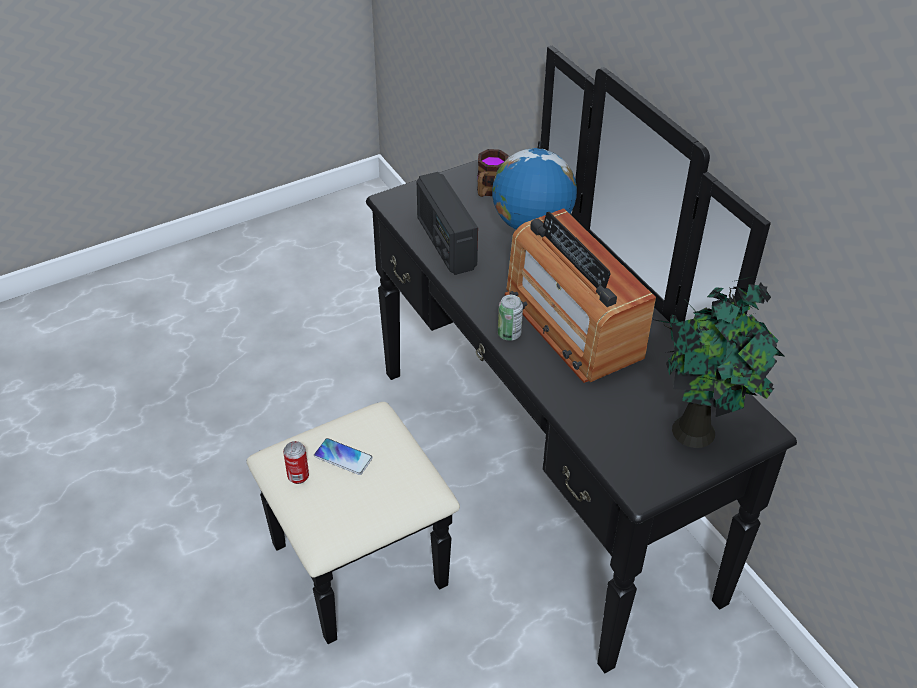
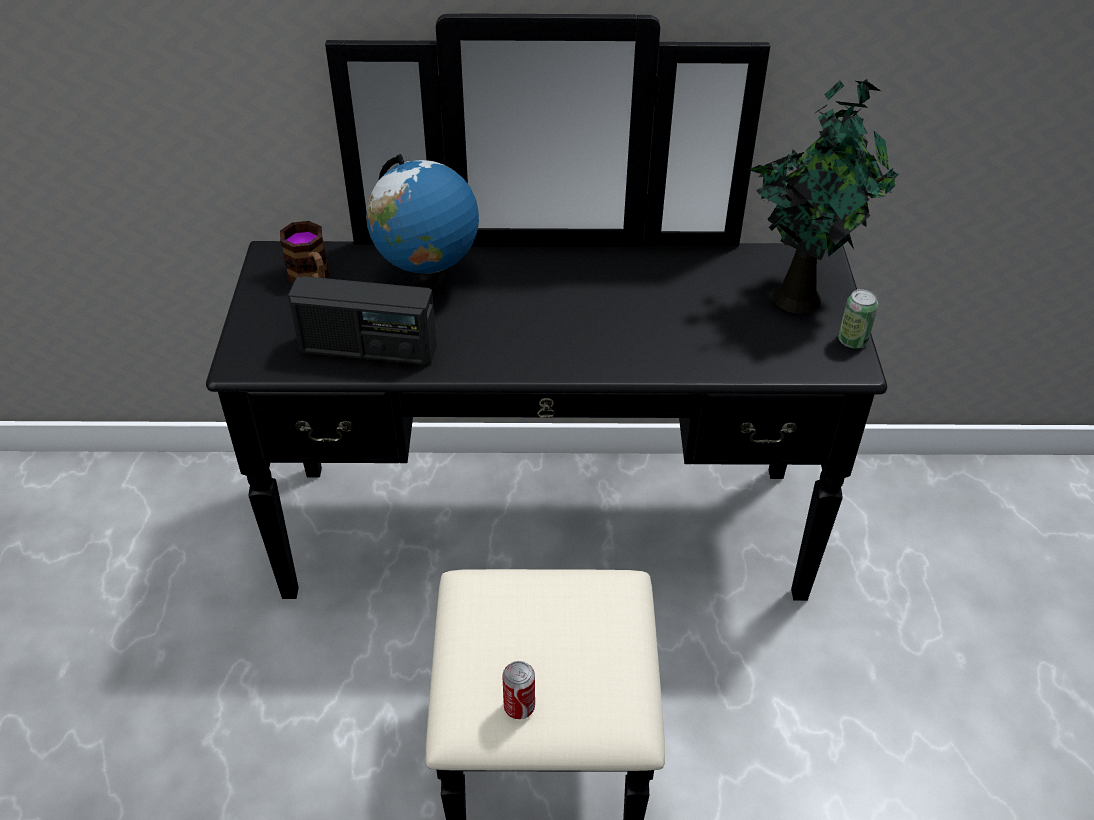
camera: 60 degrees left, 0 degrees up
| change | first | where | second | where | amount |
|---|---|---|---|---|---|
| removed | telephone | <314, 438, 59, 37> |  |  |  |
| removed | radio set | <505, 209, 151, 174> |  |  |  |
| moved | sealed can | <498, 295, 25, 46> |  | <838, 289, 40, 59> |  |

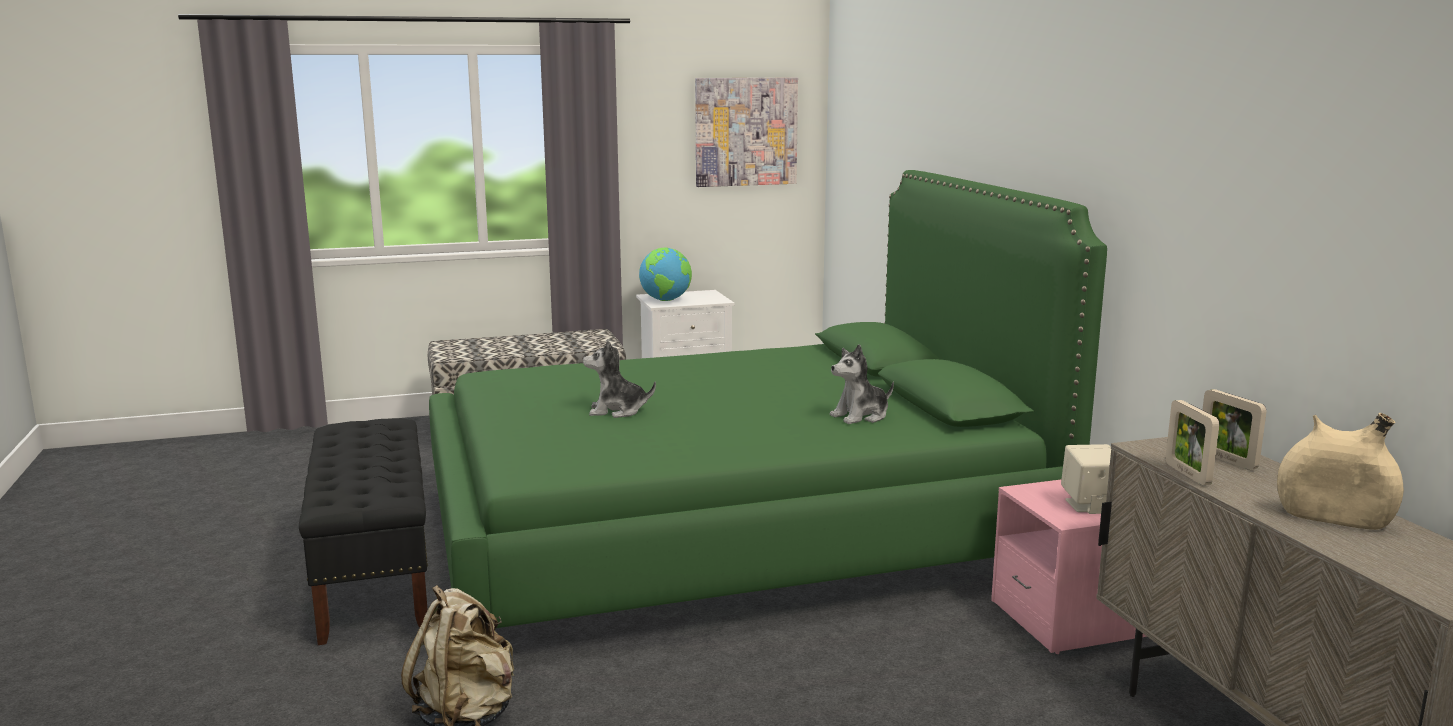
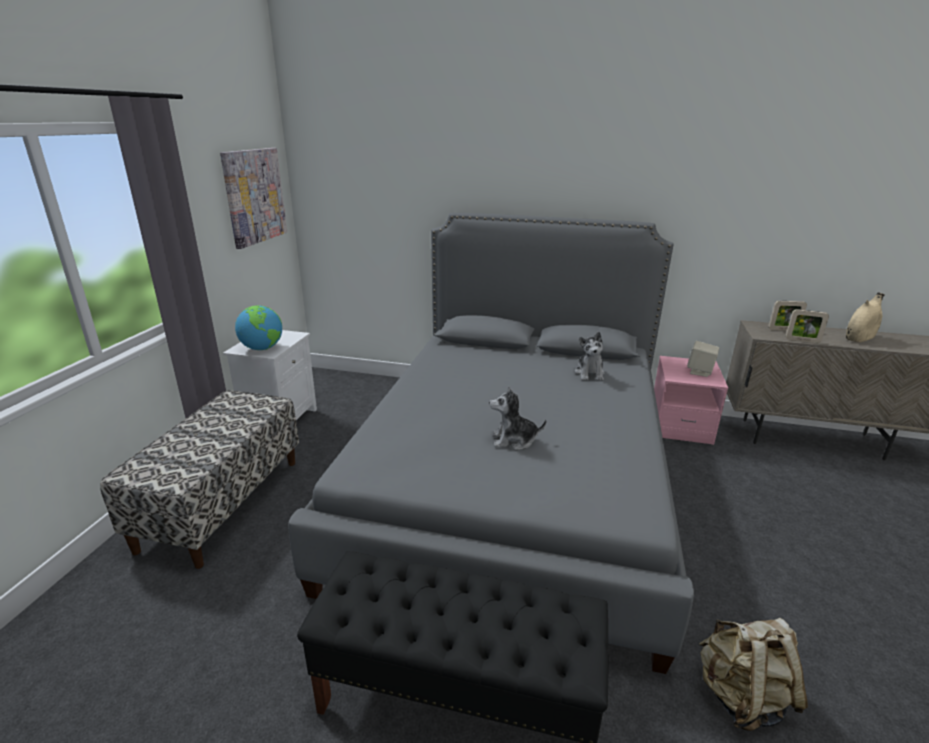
camera: 60 degrees left, 10 degrees up
| change | first | where | second | where | amount |
|---|---|---|---|---|---|
| recoloured | green bed | <429, 170, 678, 458> | greyish bed | <288, 213, 406, 461> |  |
| turned | soft toy | <583, 339, 73, 79> |  | <489, 386, 57, 65> | 60 degrees clockwise |

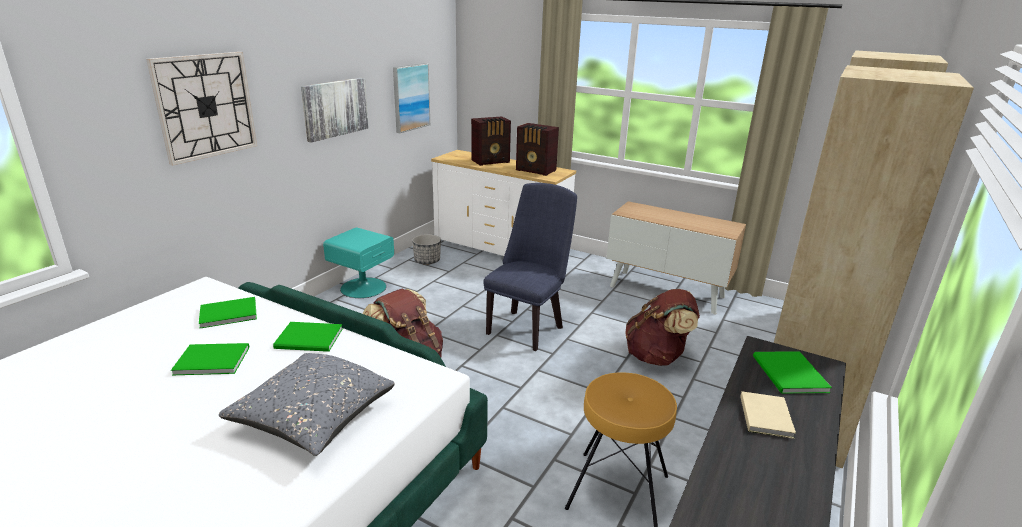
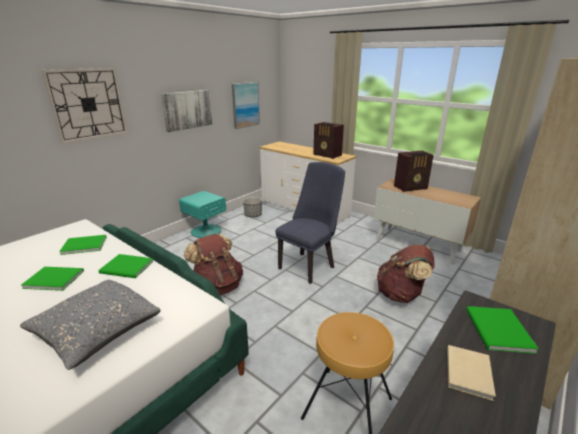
camera: 10 degrees right, 0 degrees up
| change | first | where | second | where | amount |
|---|---|---|---|---|---|
| moved | radio set | <471, 117, 40, 49> |  | <394, 151, 40, 41> |  |

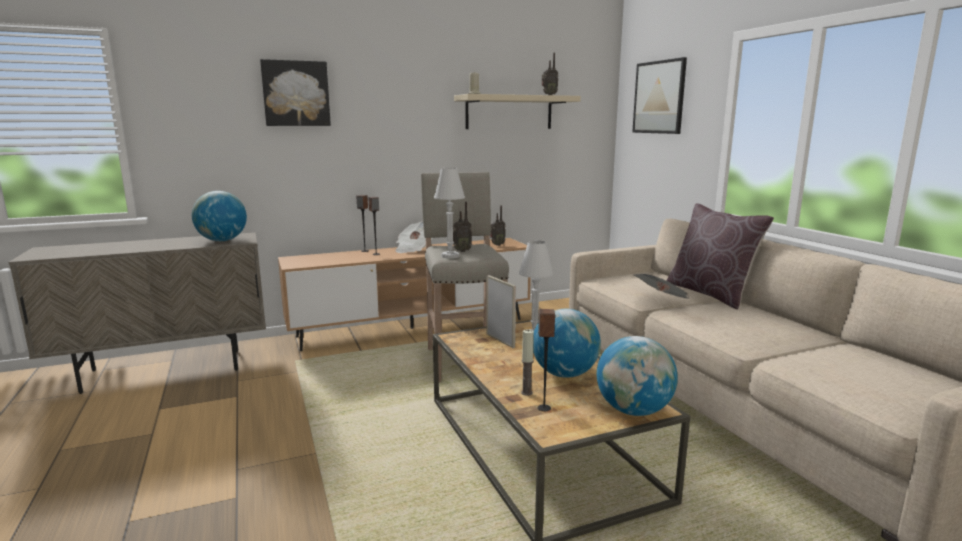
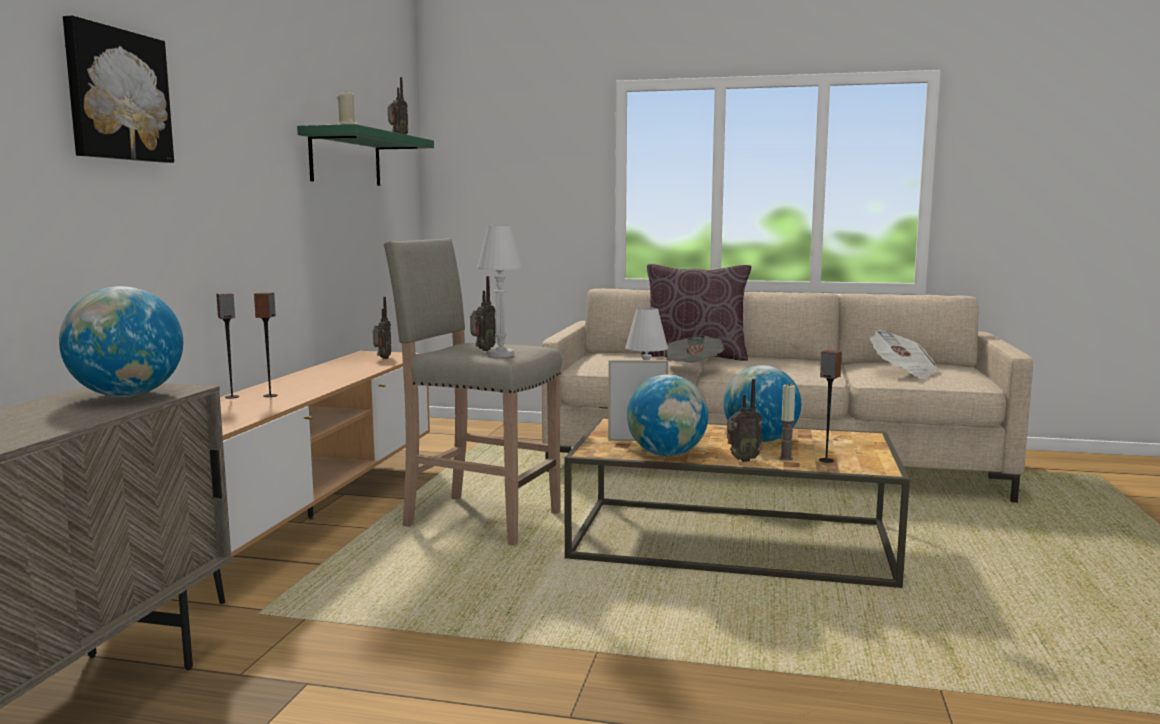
camera: 55 degrees left, 5 degrees down
| change | first | where | second | where | amount |
|---|---|---|---|---|---|
| removed | picture | <632, 57, 55, 77> |  |  |  |
| added |  |  | radio set | <727, 379, 35, 83> |  |
| moved | printed paper | <395, 221, 37, 32> |  | <870, 330, 70, 49> |  |
| moved | desk globe | <597, 336, 81, 80> |  | <627, 374, 81, 82> |  |
| recoloured | beige-coloured bracket shelf | <454, 94, 127, 35> | green bracket shelf | <297, 124, 137, 62> |  |

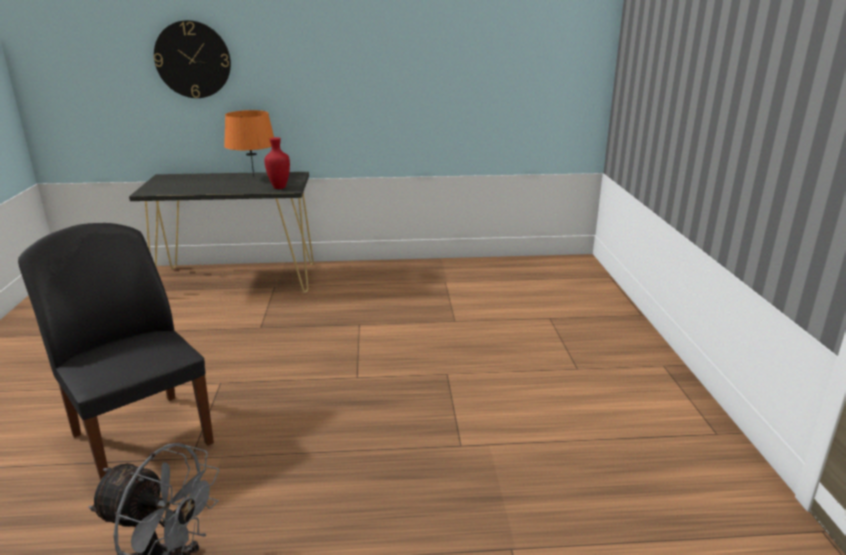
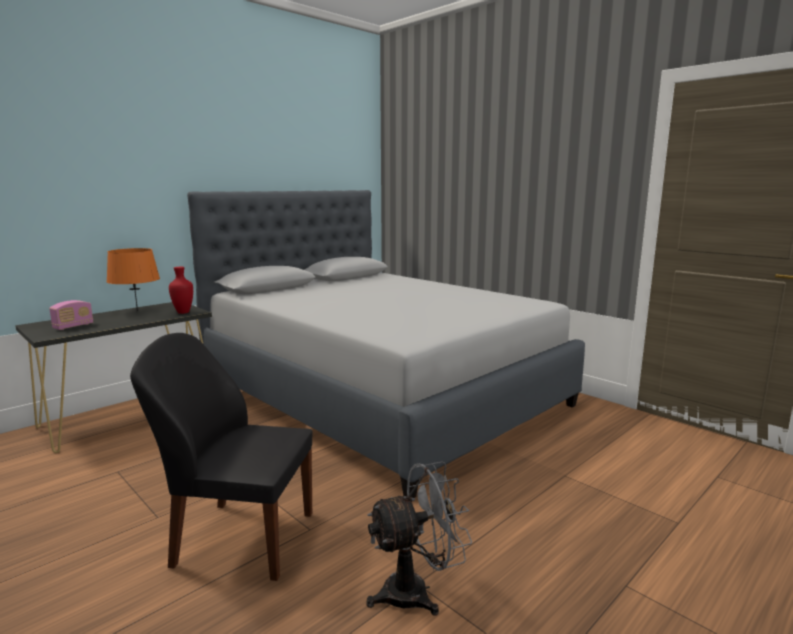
camera: 40 degrees left, 10 degrees down
| change | first | where | second | where | amount |
|---|---|---|---|---|---|
| removed | wall clock | <154, 20, 77, 78> |  |  |  |
| added |  |  | radio set | <49, 300, 44, 30> |  |
| added |  |  | greyish bed | <187, 190, 398, 308> |  |

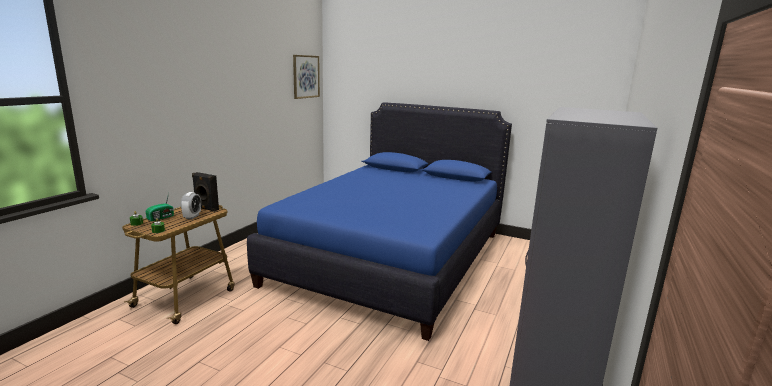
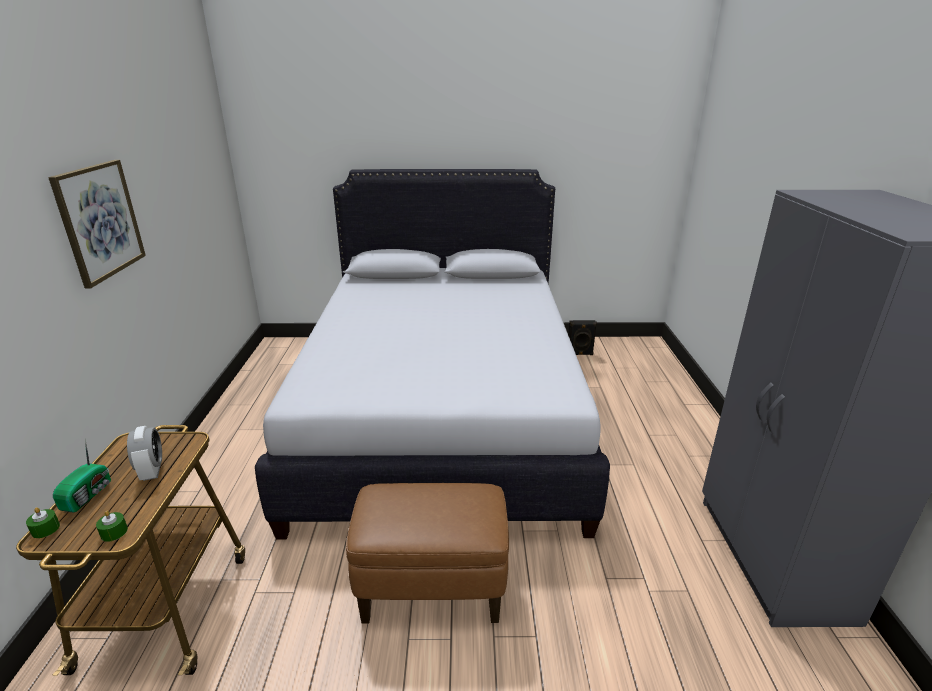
camera: 25 degrees left, 10 degrees up
| change | first | where | second | where | amount |
|---|---|---|---|---|---|
| added |  |  | brown-coloured pouffe | <346, 483, 163, 140> |  |
| moved | blackish audio speaker | <192, 172, 27, 40> |  | <568, 320, 29, 35> |  |
| moved | picture | <293, 55, 27, 44> |  | <48, 160, 98, 128> |  |
| recoloured | blue bed | <247, 102, 265, 239> | white-coloured bed | <255, 169, 355, 370> |  |

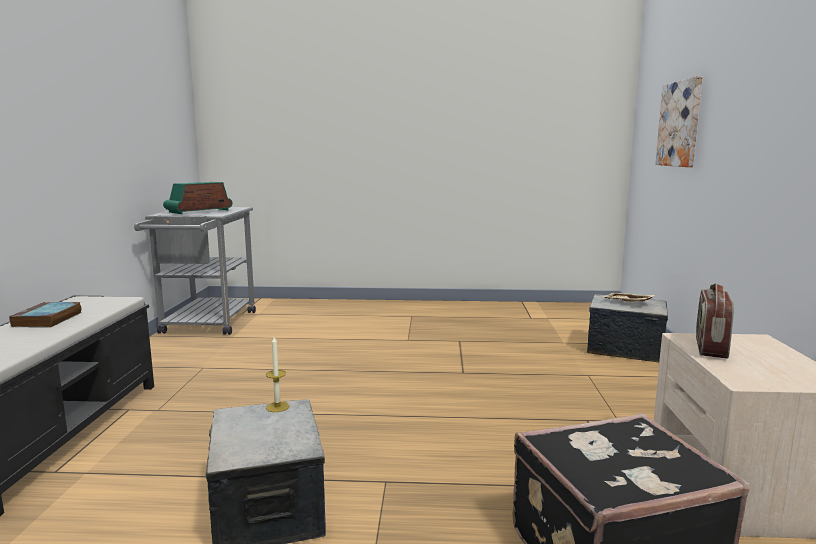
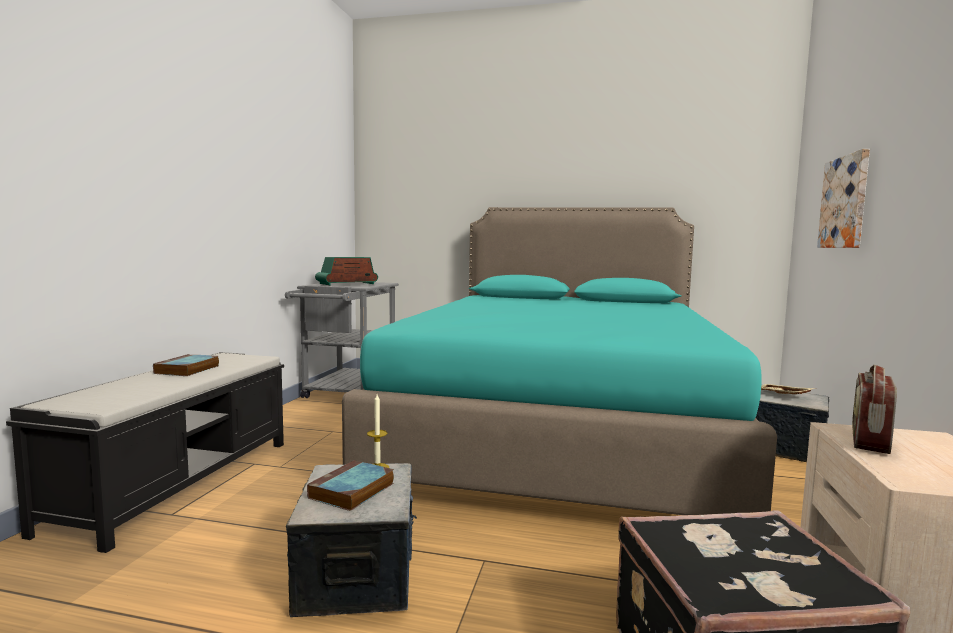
camera: 10 degrees right, 5 degrees down
| change | first | where | second | where | amount |
|---|---|---|---|---|---|
| added |  |  | book | <307, 460, 87, 51> |  |
| added |  |  | blue-green bed | <342, 207, 435, 308> |  |

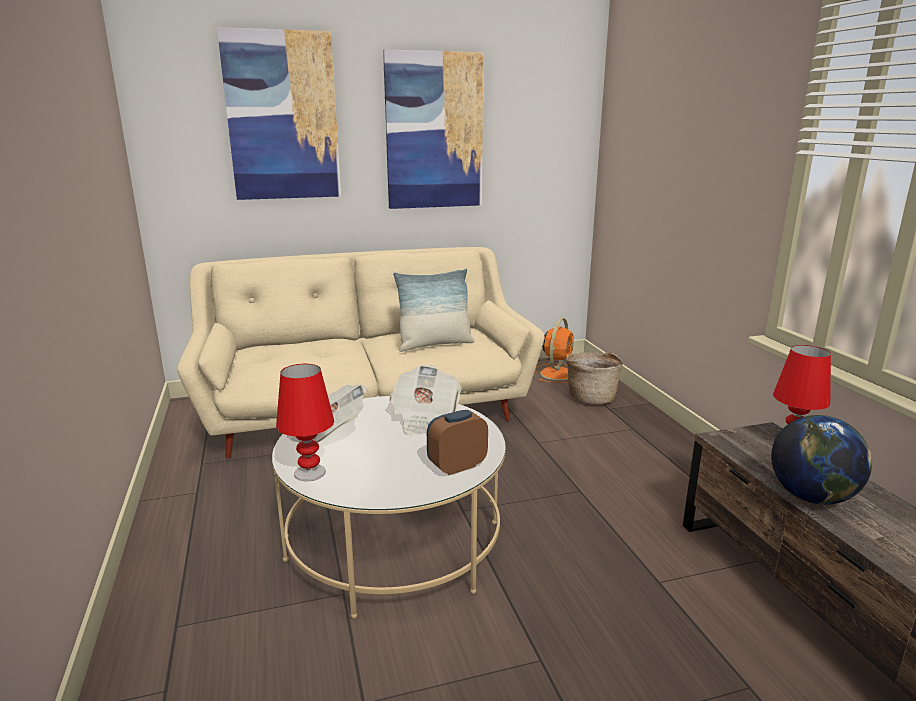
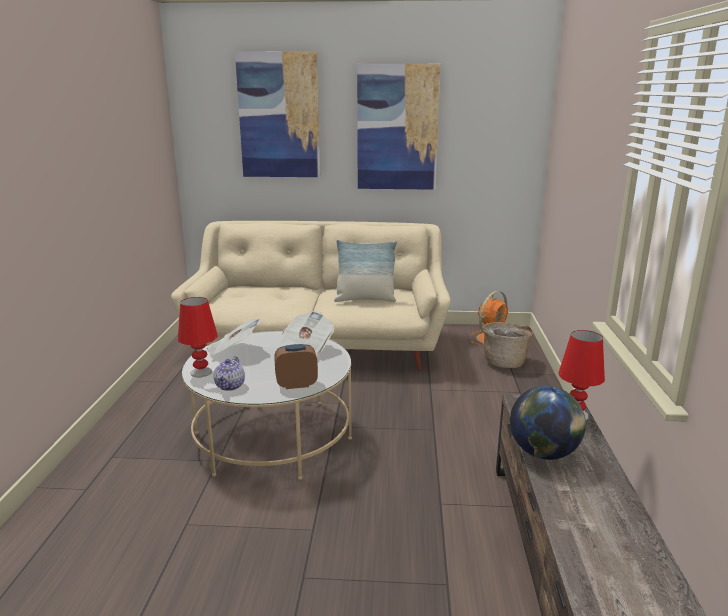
camera: 20 degrees right, 0 degrees up
| change | first | where | second | where | amount |
|---|---|---|---|---|---|
| added |  |  | teapot | <214, 356, 31, 35> |  |

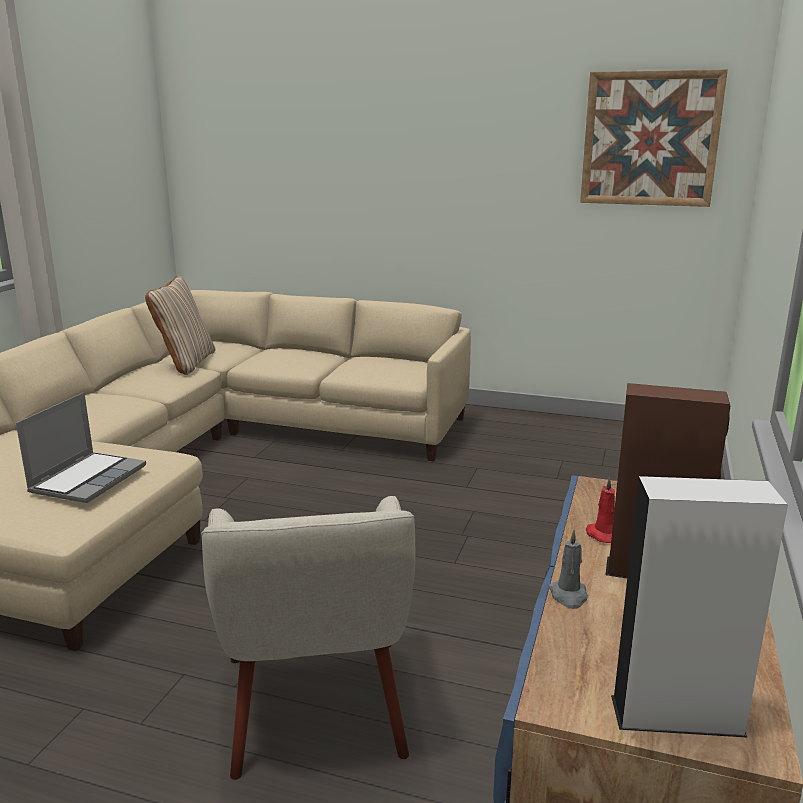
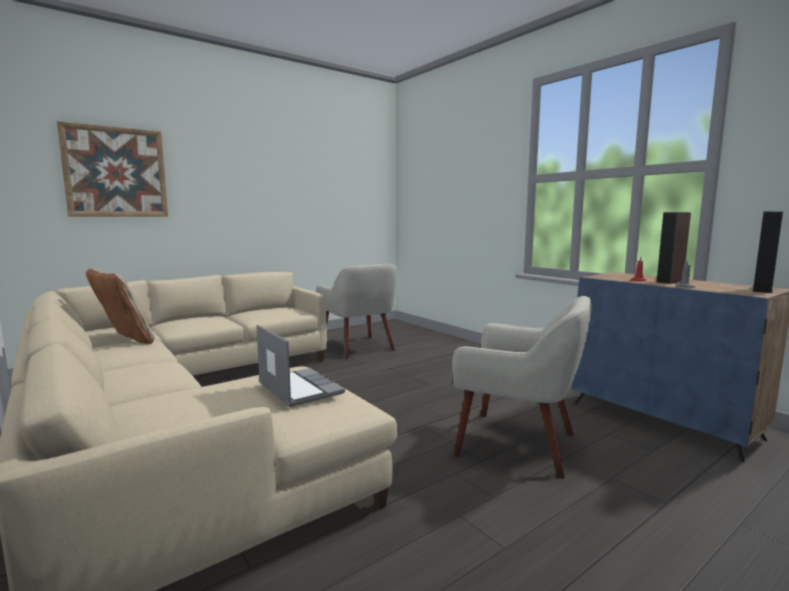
camera: 55 degrees left, 10 degrees down
| change | first | where | second | where | amount |
|---|---|---|---|---|---|
| added |  |  | beige-coloured armchair | <316, 264, 81, 95> |  |
| moved | picture | <580, 69, 148, 138> |  | <57, 121, 111, 96> |  |

